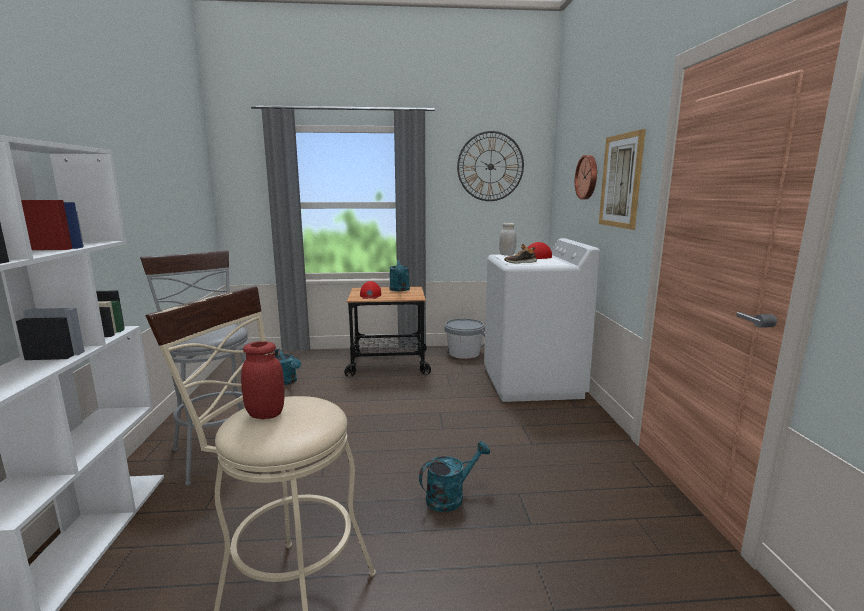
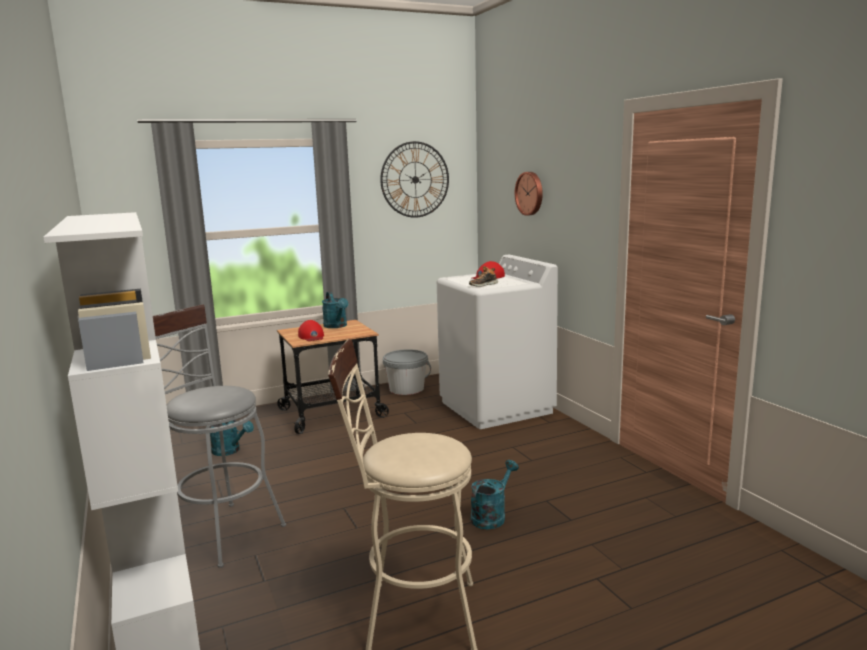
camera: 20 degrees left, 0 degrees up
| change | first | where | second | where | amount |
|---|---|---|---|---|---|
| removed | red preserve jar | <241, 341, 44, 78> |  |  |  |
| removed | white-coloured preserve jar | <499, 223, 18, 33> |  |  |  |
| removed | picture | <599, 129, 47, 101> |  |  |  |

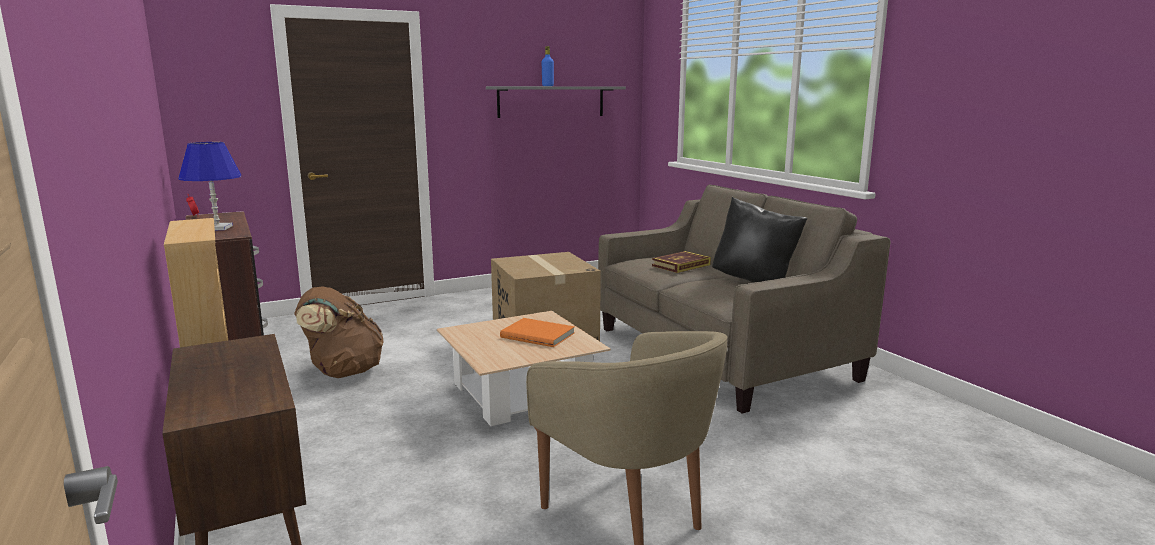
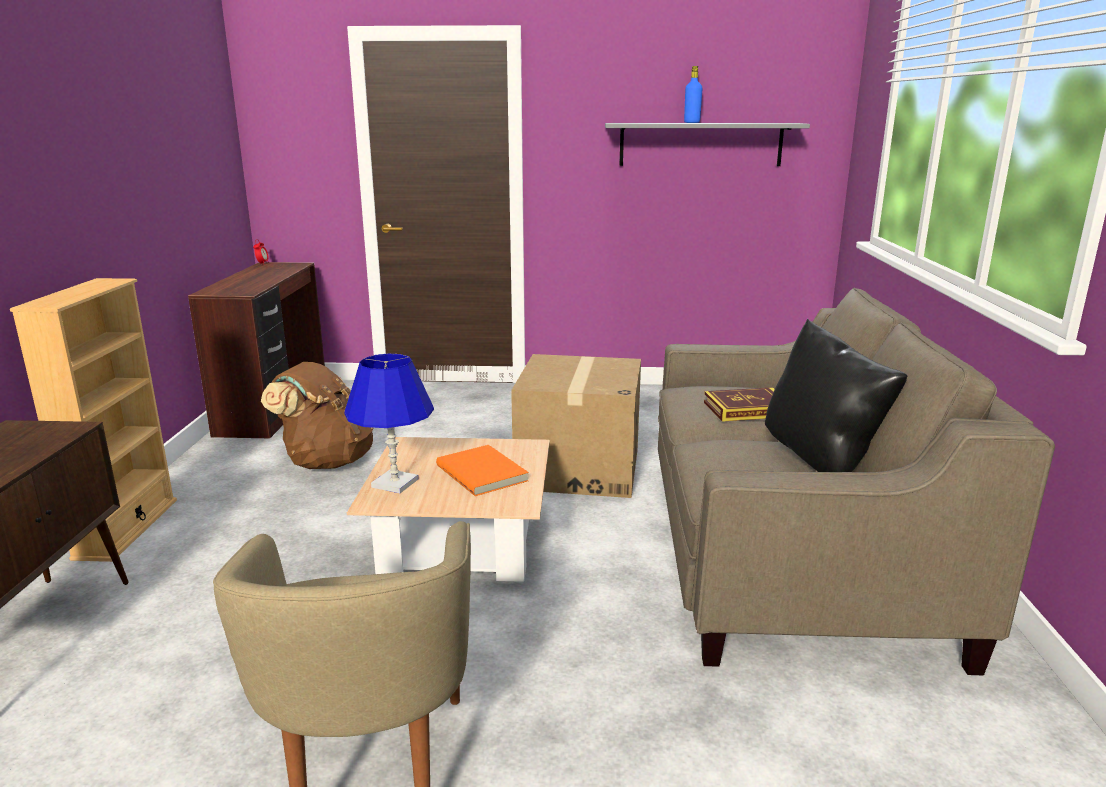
camera: 30 degrees right, 5 degrees up
| change | first | where | second | where | amount |
|---|---|---|---|---|---|
| moved | blue table lamp | <178, 142, 63, 88> |  | <344, 354, 90, 139> |  |

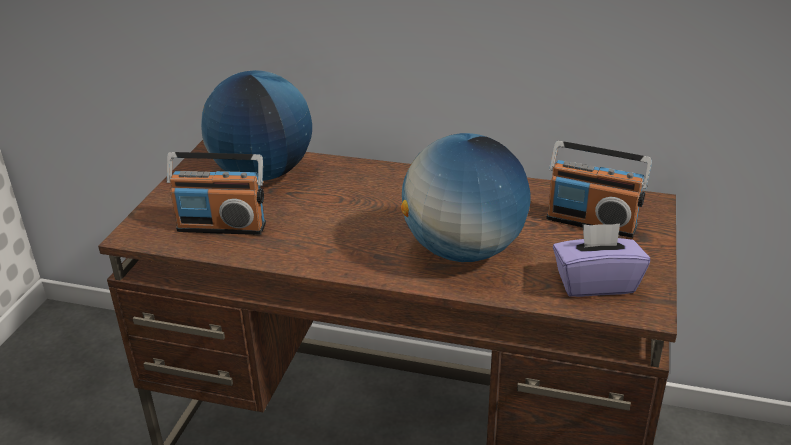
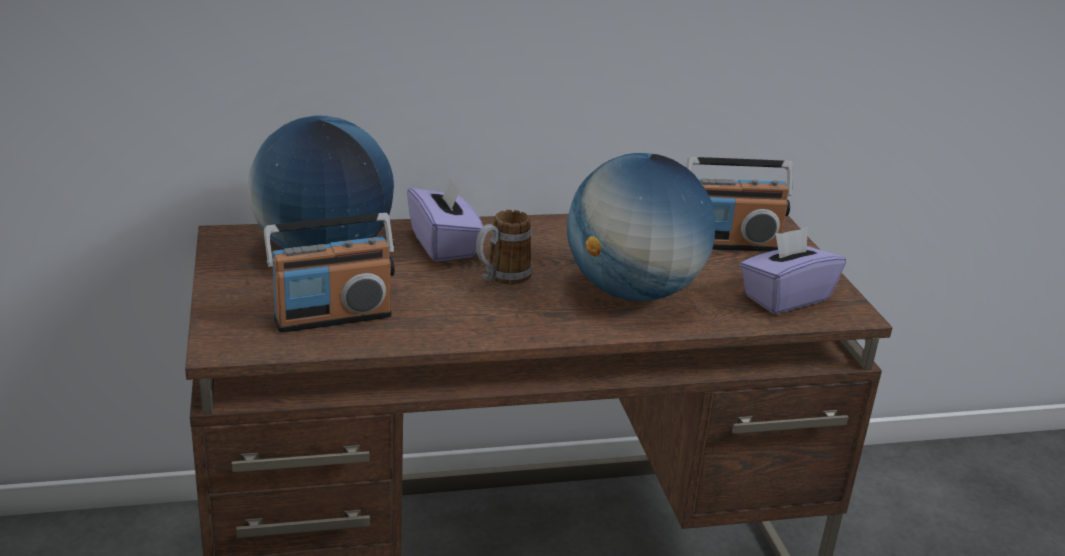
camera: 30 degrees left, 5 degrees down
| change | first | where | second | where | amount |
|---|---|---|---|---|---|
| added |  |  | purplish tissue box | <407, 175, 76, 87> |  |
| added |  |  | tea mug | <476, 210, 56, 75> |  |

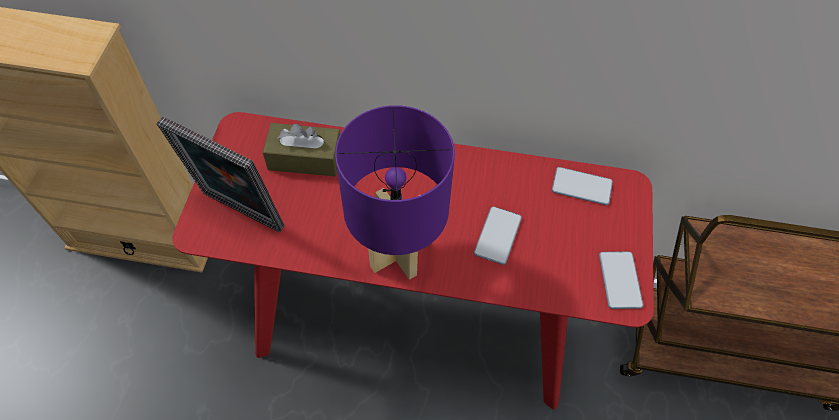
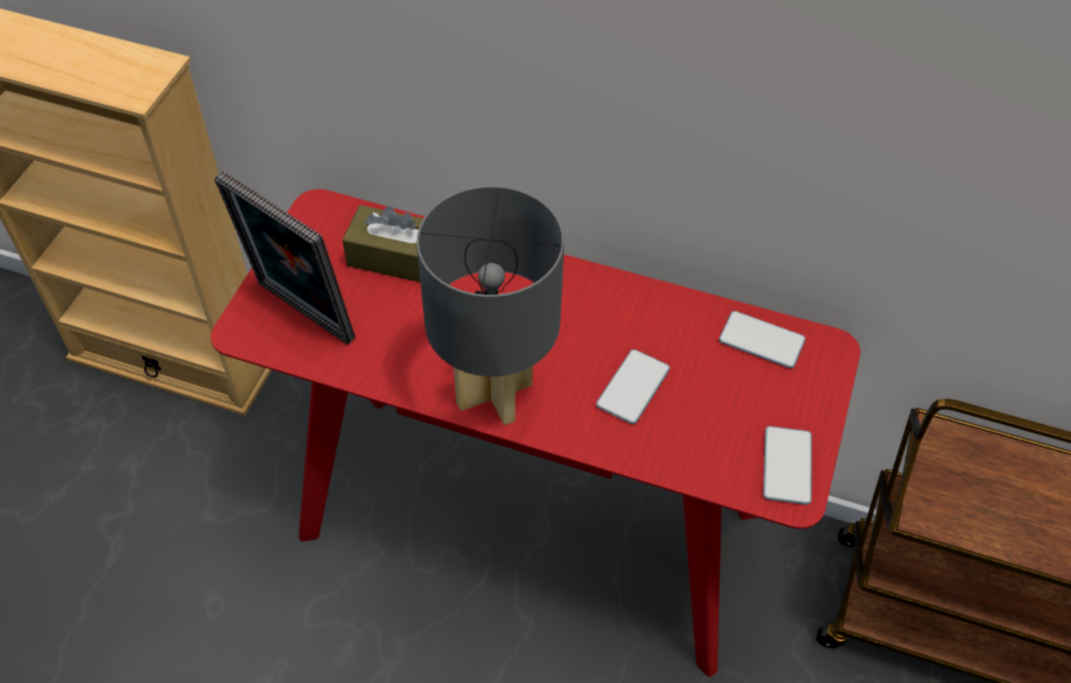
camera: 10 degrees right, 5 degrees down
| change | first | where | second | where | amount |
|---|---|---|---|---|---|
| recoloured | purplish table lamp | <335, 105, 120, 175> | greyish table lamp | <417, 186, 147, 239> |  |

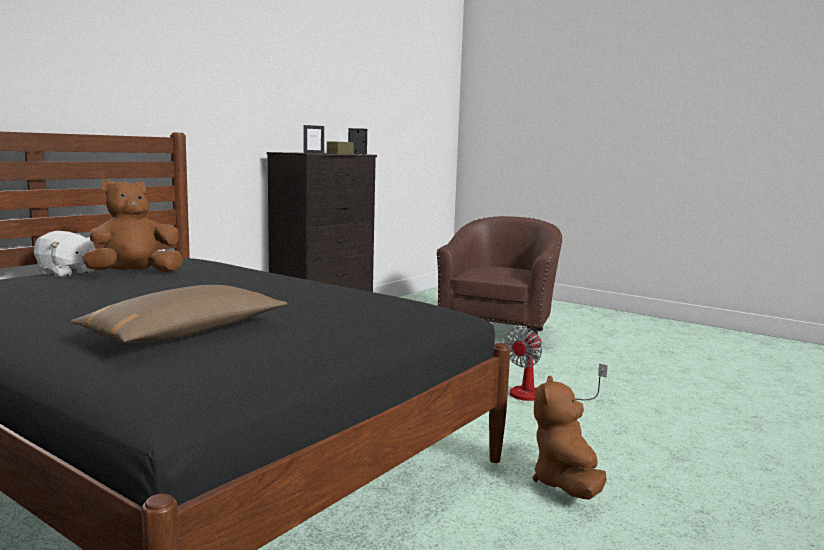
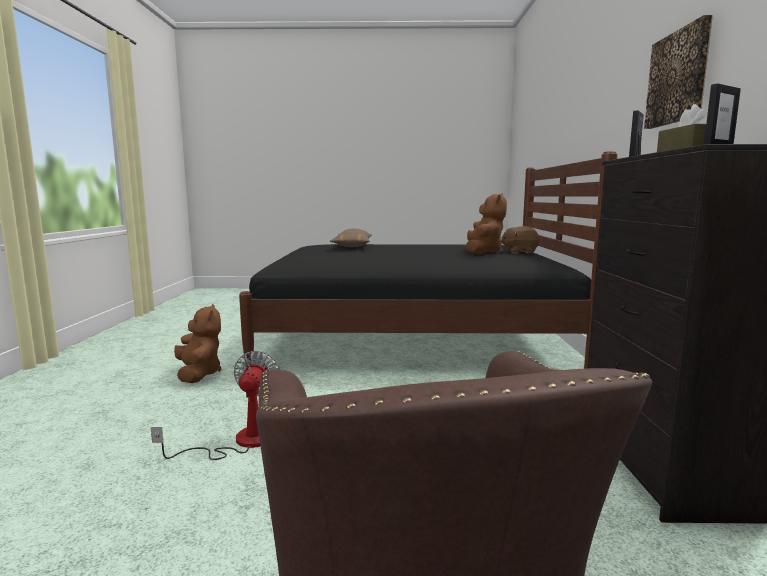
camera: 145 degrees right, 0 degrees up
| change | first | where | second | where | amount |
|---|---|---|---|---|---|
| added |  |  | picture | <644, 15, 69, 114> |  |
| recoloured | white-coloured soft toy | <34, 231, 61, 46> | brown-coloured soft toy | <501, 226, 38, 27> |  |

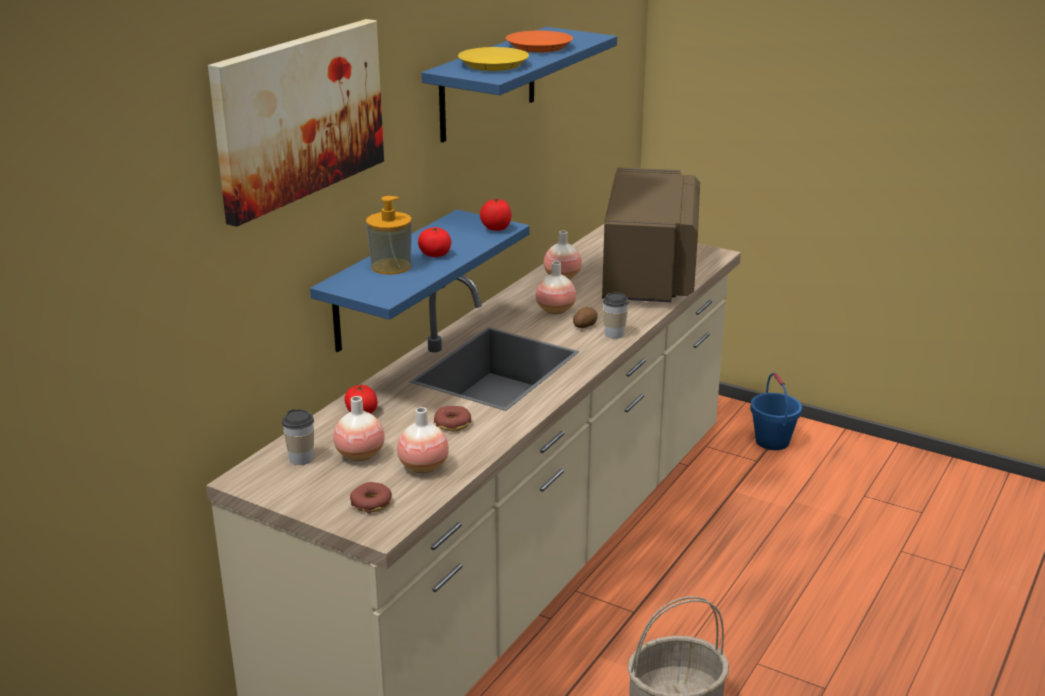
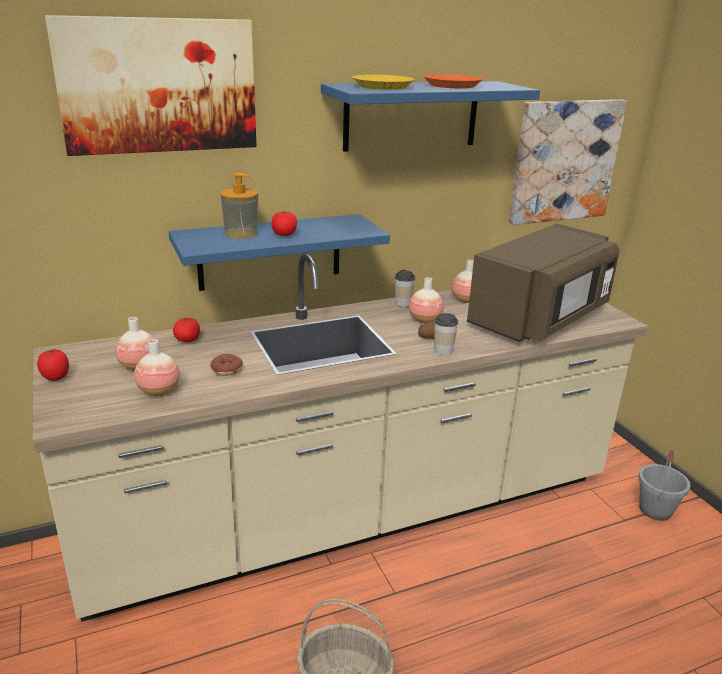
camera: 35 degrees right, 0 degrees up
| change | first | where | second | where | amount |
|---|---|---|---|---|---|
| removed | ring doughnut | <350, 482, 42, 32> |  |  |  |
| added |  |  | picture | <509, 99, 118, 126> |  |
| moved | small cup | <282, 409, 32, 56> |  | <395, 270, 20, 37> |  |
| moved | fresh tomato | <480, 199, 31, 32> |  | <37, 349, 32, 32> |  |
| recoloured | blue water bucket | <750, 373, 52, 77> | greyish water bucket | <638, 450, 52, 71> |  |

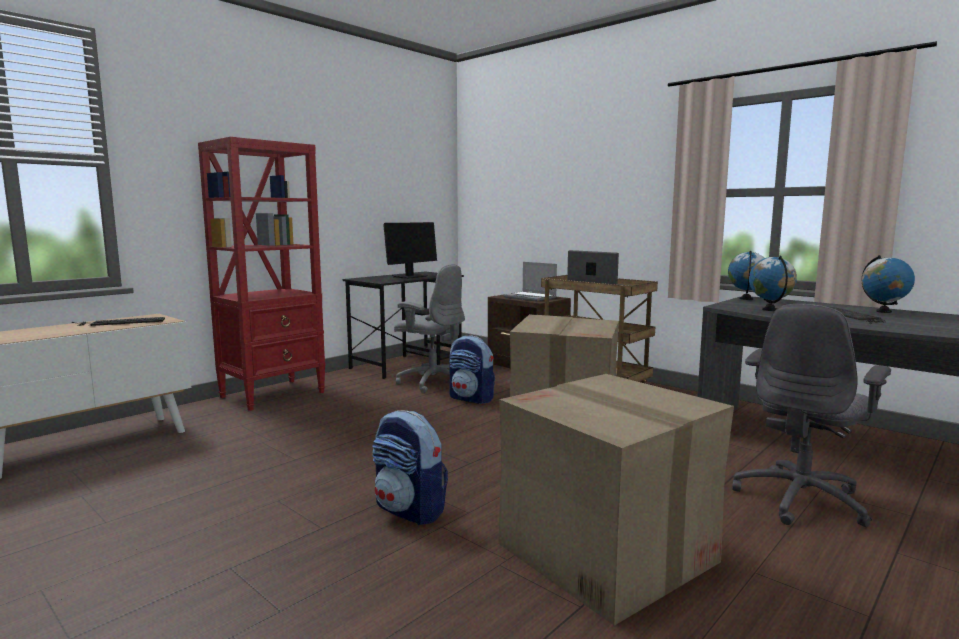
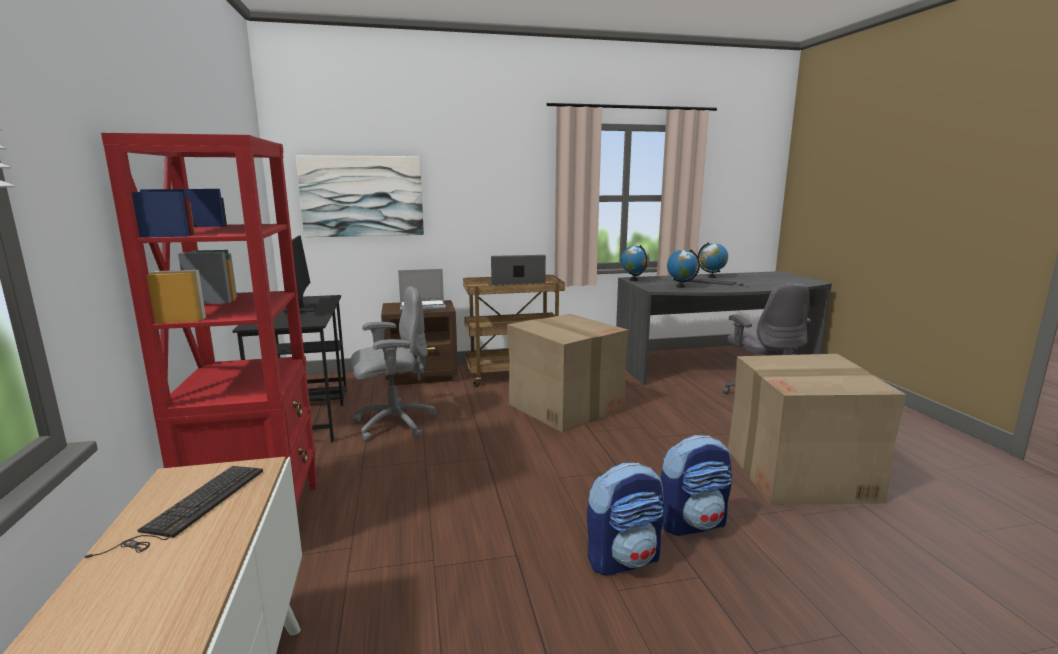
camera: 55 degrees left, 5 degrees up
| change | first | where | second | where | amount |
|---|---|---|---|---|---|
| added |  |  | picture | <296, 155, 128, 82> |  |
| moved | knapsack | <449, 335, 46, 69> |  | <587, 462, 77, 114> |  |

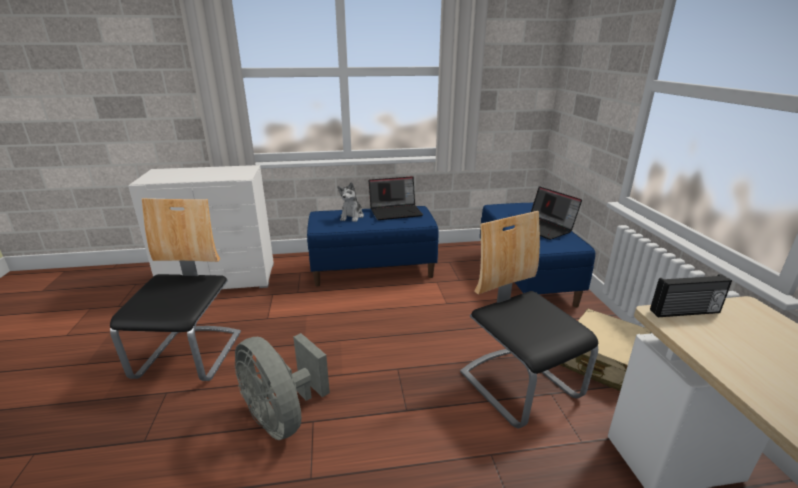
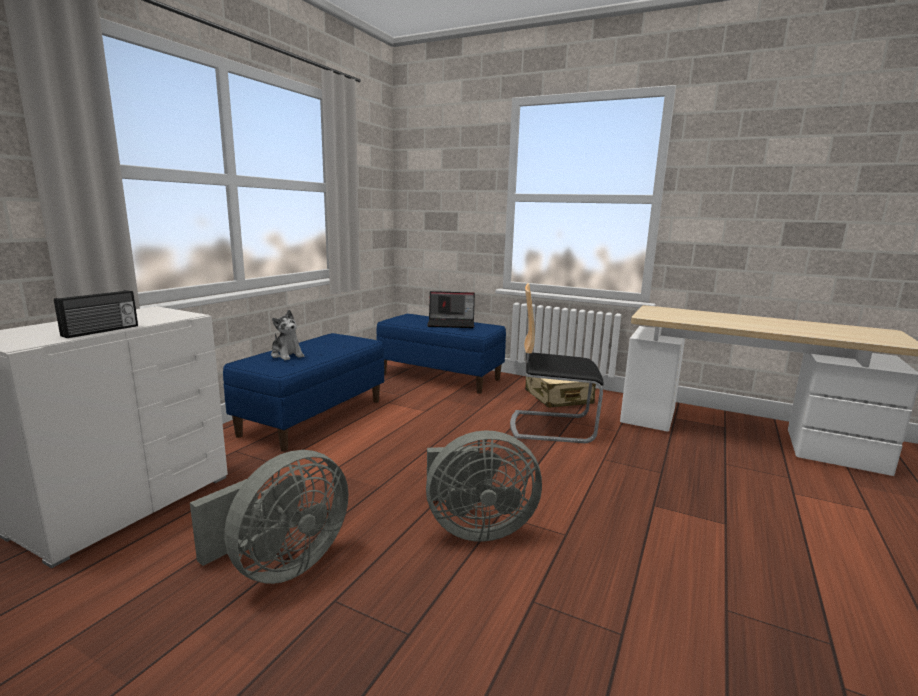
camera: 55 degrees left, 10 degrees down
| change | first | where | second | where | amount |
|---|---|---|---|---|---|
| removed | laptop | <368, 176, 55, 44> |  |  |  |
| moved | radio set | <650, 274, 82, 43> |  | <54, 290, 84, 48> |  |
| replaced | plain chair | <110, 198, 131, 183> | greyish electric fan | <190, 450, 158, 134> |  |

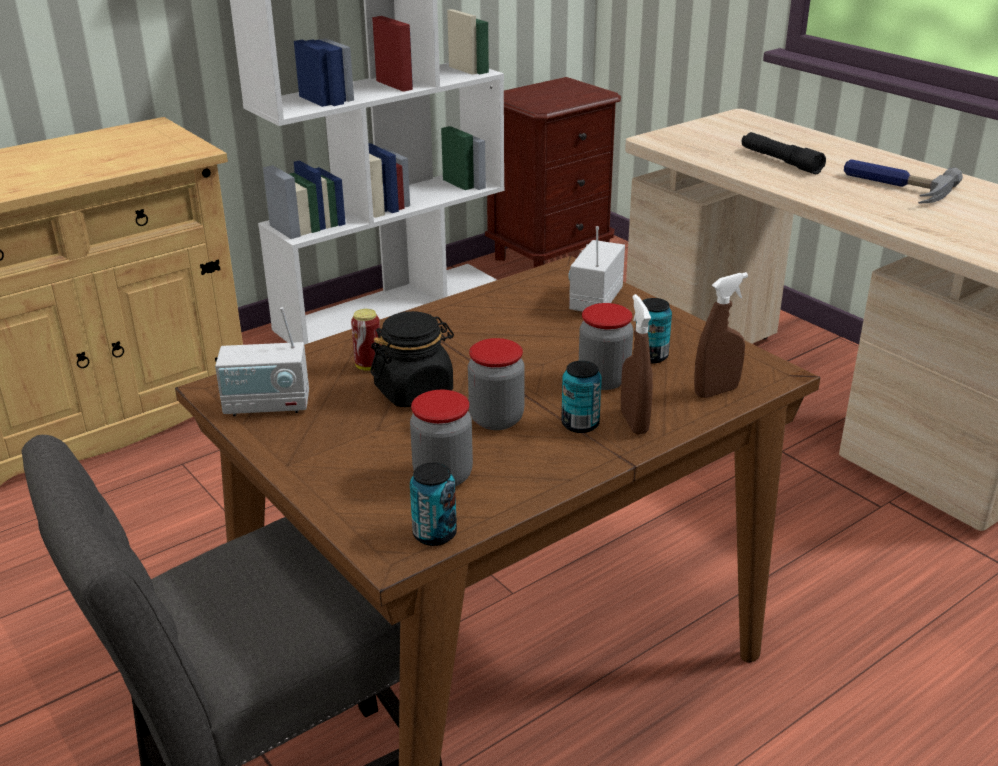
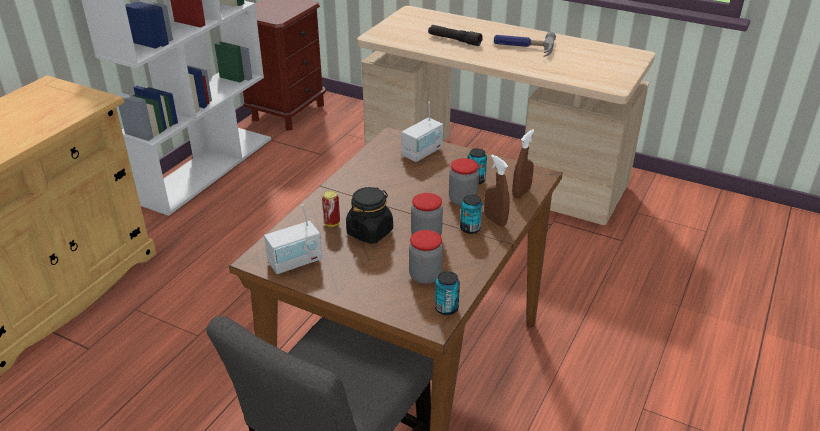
camera: 25 degrees left, 5 degrees up
| change | first | where | second | where | amount |
|---|---|---|---|---|---|
| turned | radio set | <568, 226, 57, 86> |  | <401, 102, 42, 60> | 135 degrees counterclockwise |

